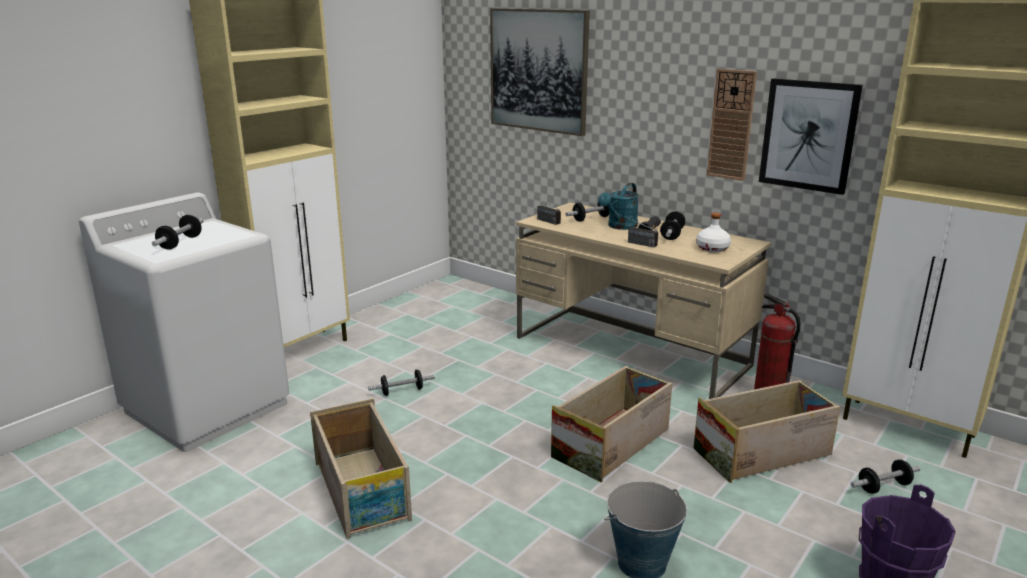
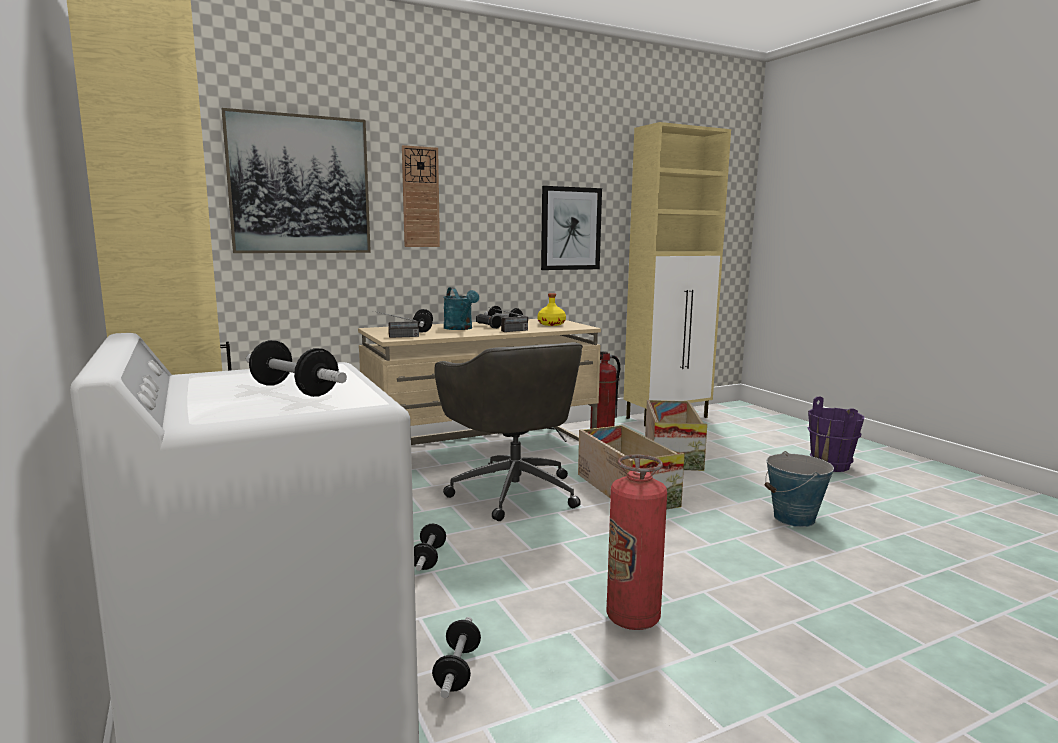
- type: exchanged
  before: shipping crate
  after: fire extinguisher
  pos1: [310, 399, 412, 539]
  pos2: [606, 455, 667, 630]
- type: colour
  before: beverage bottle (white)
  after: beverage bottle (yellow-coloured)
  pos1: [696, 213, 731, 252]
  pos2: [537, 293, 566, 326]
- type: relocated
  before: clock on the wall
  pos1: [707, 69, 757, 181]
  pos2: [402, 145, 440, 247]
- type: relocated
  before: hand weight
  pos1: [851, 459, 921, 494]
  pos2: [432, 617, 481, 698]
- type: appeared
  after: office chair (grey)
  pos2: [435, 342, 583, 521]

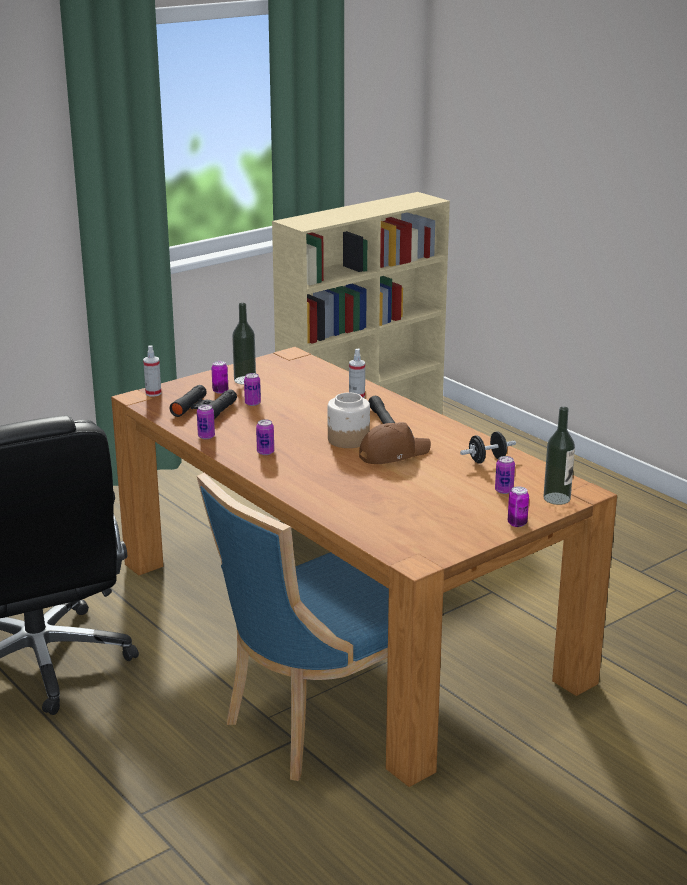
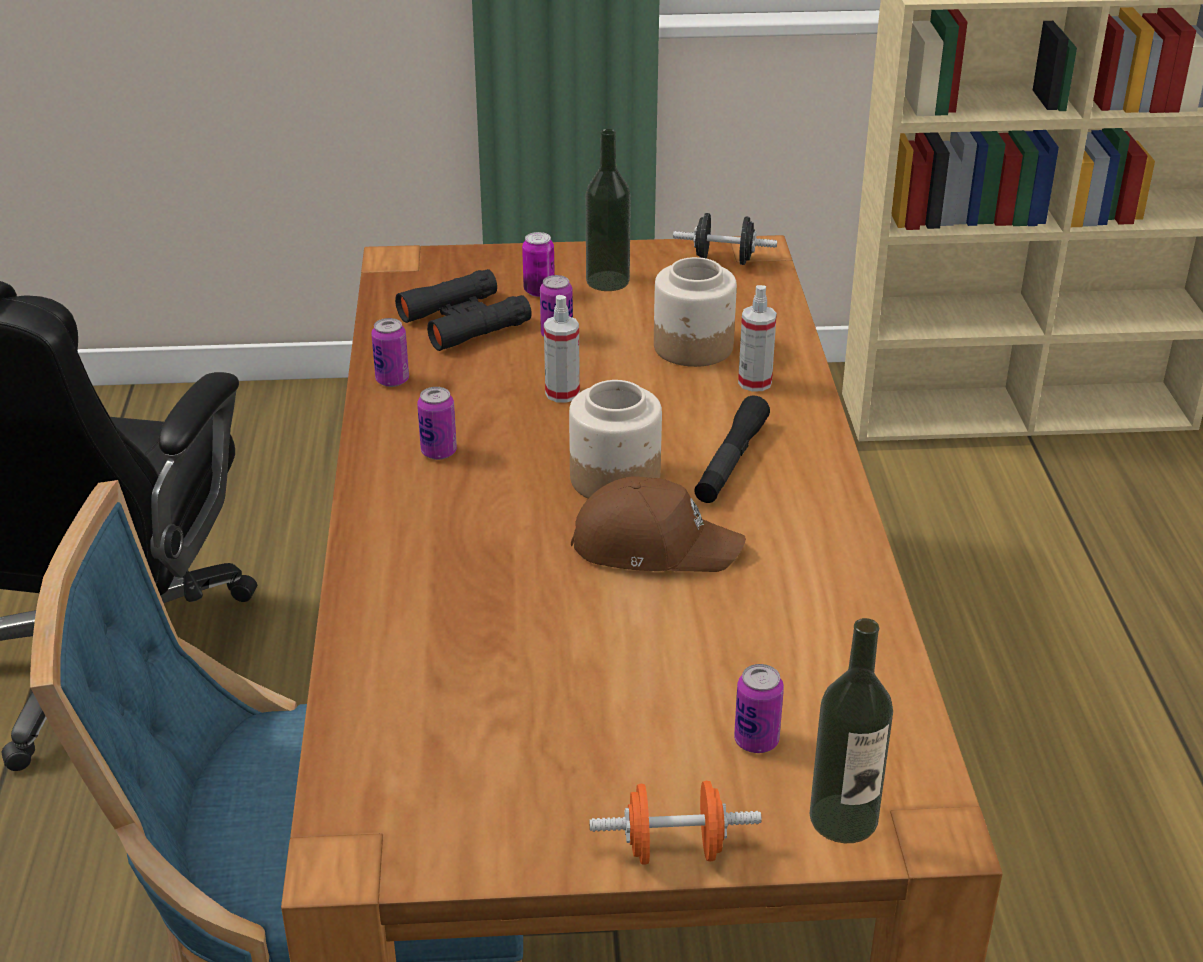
- type: relocated
  before: hand sprayer
  pos1: [143, 346, 161, 397]
  pos2: [544, 295, 580, 402]
- type: relocated
  before: hand weight (blackish)
  pos1: [460, 431, 516, 464]
  pos2: [673, 213, 777, 265]
- type: exchanged
  before: metal can
  after: hand weight (orange-coloured)
  pos1: [508, 486, 529, 527]
  pos2: [589, 781, 762, 865]
- type: appeared
  after: storage jar
  pos2: [654, 257, 737, 367]

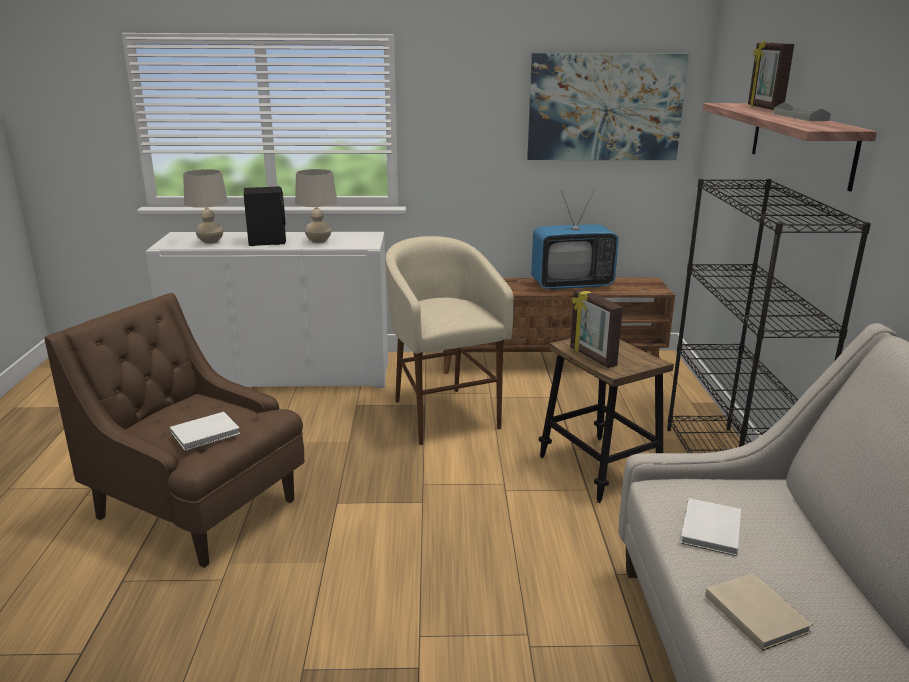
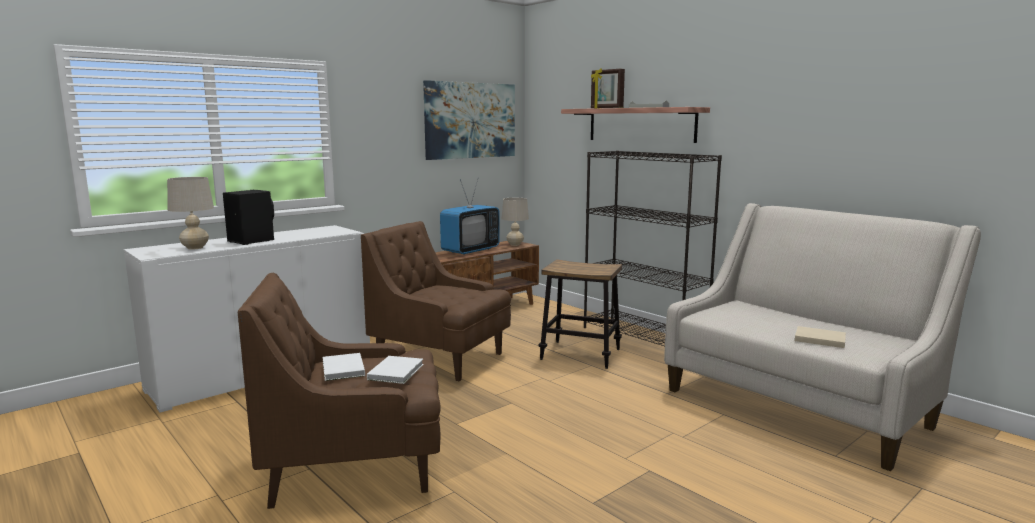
- type: relocated
  before: tabletop lamp (sand-coloured)
  pos1: [295, 169, 337, 243]
  pos2: [502, 198, 529, 246]
- type: exchanged
  before: sitting stool (sand-coloured)
  after: armchair (brown)
  pos1: [386, 236, 514, 445]
  pos2: [361, 221, 511, 381]
- type: missing
  before: photo frame
  pos1: [570, 289, 623, 368]
- type: relocated
  before: book (white)
  pos1: [680, 498, 741, 556]
  pos2: [323, 353, 365, 381]

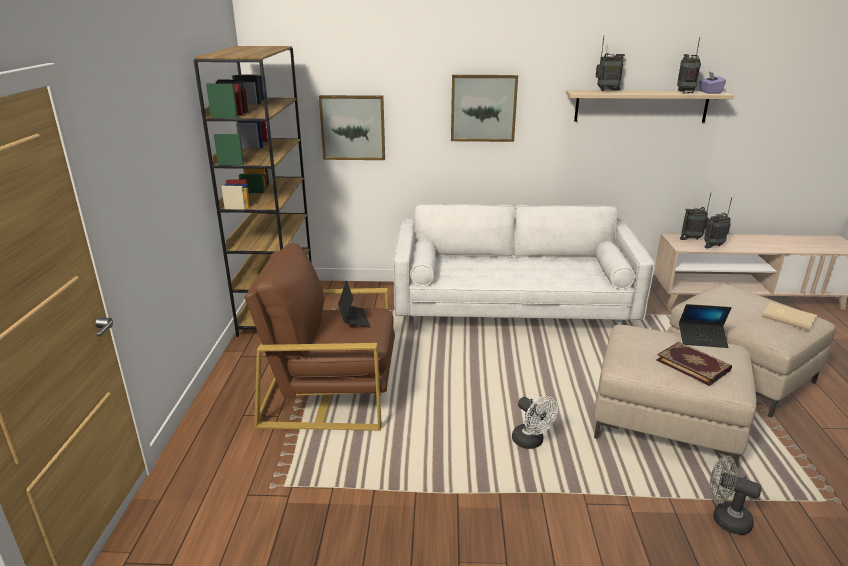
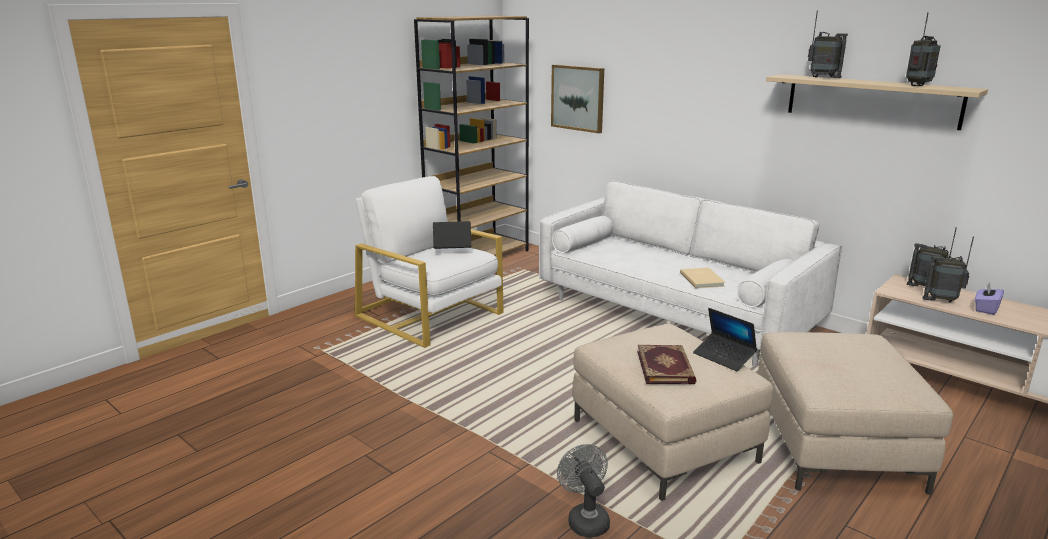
- type: colour
  before: armchair (brown)
  after: armchair (white)
  pos1: [244, 243, 395, 431]
  pos2: [355, 176, 504, 348]
- type: spun
  before: laptop
  pos1: [338, 280, 371, 328]
  pos2: [433, 221, 471, 249]
  turn: -120
- type: missing
  before: wall art
  pos1: [451, 75, 518, 142]
- type: missing
  before: electric fan (white)
  pos1: [512, 396, 558, 449]
- type: relocated
  before: box of tissues (purple-coloured)
  pos1: [699, 72, 726, 94]
  pos2: [975, 282, 1004, 315]
- type: relocated
  before: book (sand-coloured)
  pos1: [762, 302, 817, 331]
  pos2: [680, 268, 725, 288]

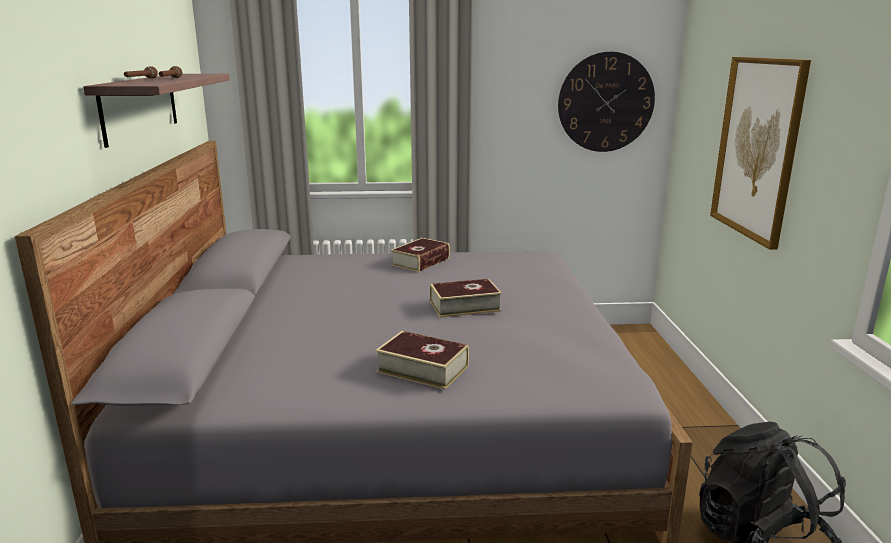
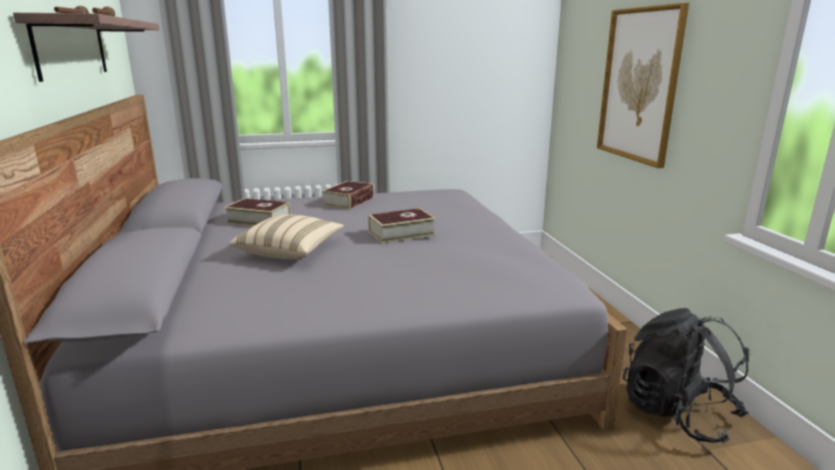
- type: relocated
  before: book
  pos1: [376, 331, 469, 390]
  pos2: [224, 198, 291, 226]
- type: missing
  before: clock on the wall
  pos1: [558, 52, 655, 152]
- type: appeared
  after: pillow (sand-coloured)
  pos2: [229, 214, 344, 259]

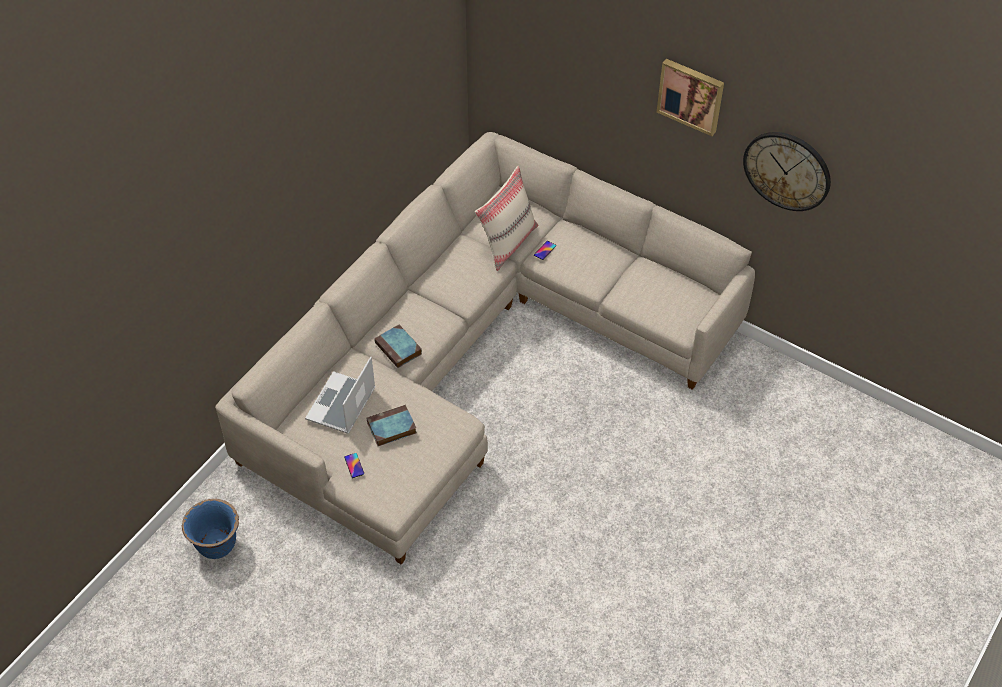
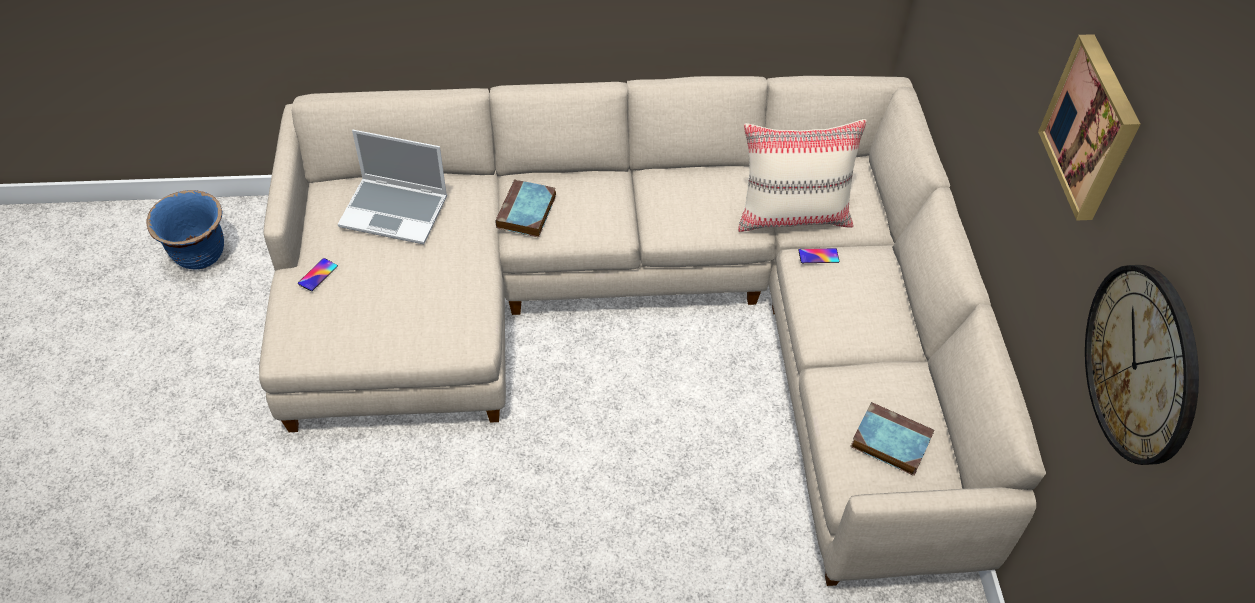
- type: spun
  before: laptop
  pos1: [305, 356, 376, 434]
  pos2: [338, 130, 447, 244]
  turn: -150
- type: relocated
  before: book
  pos1: [367, 405, 417, 446]
  pos2: [850, 402, 935, 476]

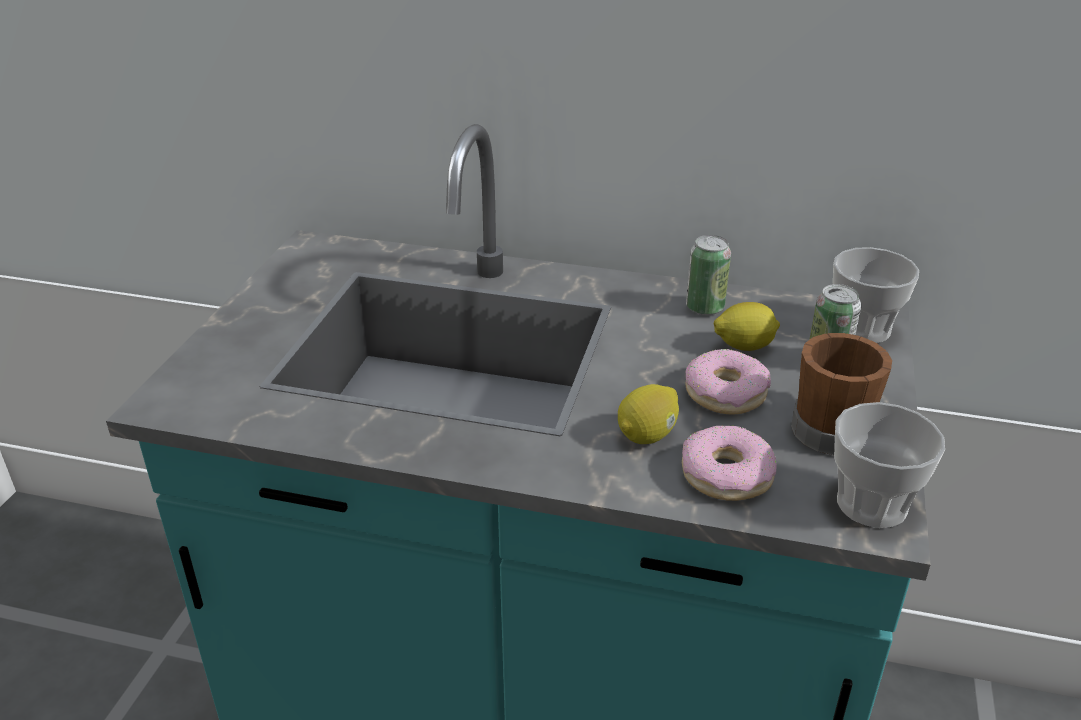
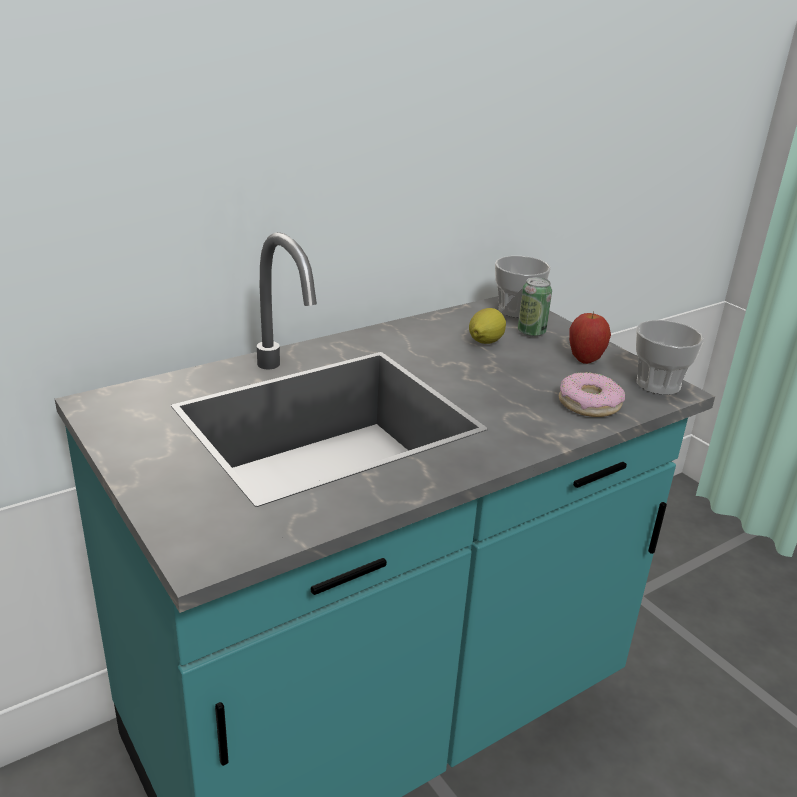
- type: missing
  before: lemon
  pos1: [618, 384, 679, 444]
- type: missing
  before: donut
  pos1: [685, 349, 771, 415]
- type: missing
  before: metal can
  pos1: [686, 235, 731, 315]
- type: exchanged
  before: tea mug (brown)
  after: whole apple
  pos1: [791, 333, 892, 455]
  pos2: [569, 311, 611, 364]

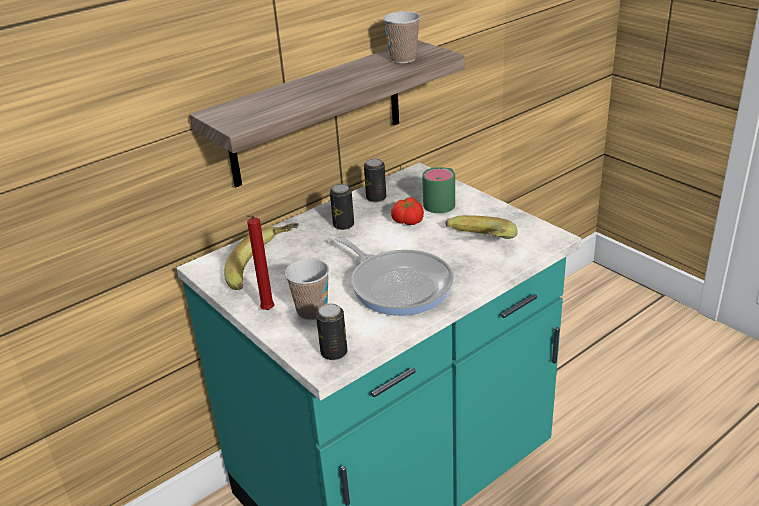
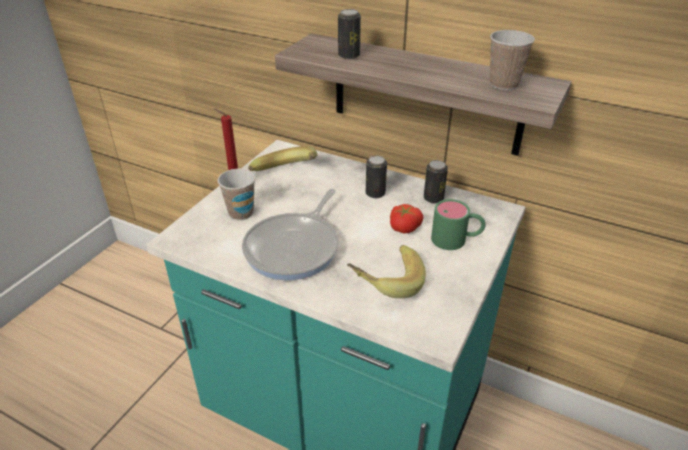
- type: relocated
  before: metal can
  pos1: [316, 303, 348, 360]
  pos2: [338, 9, 361, 59]

